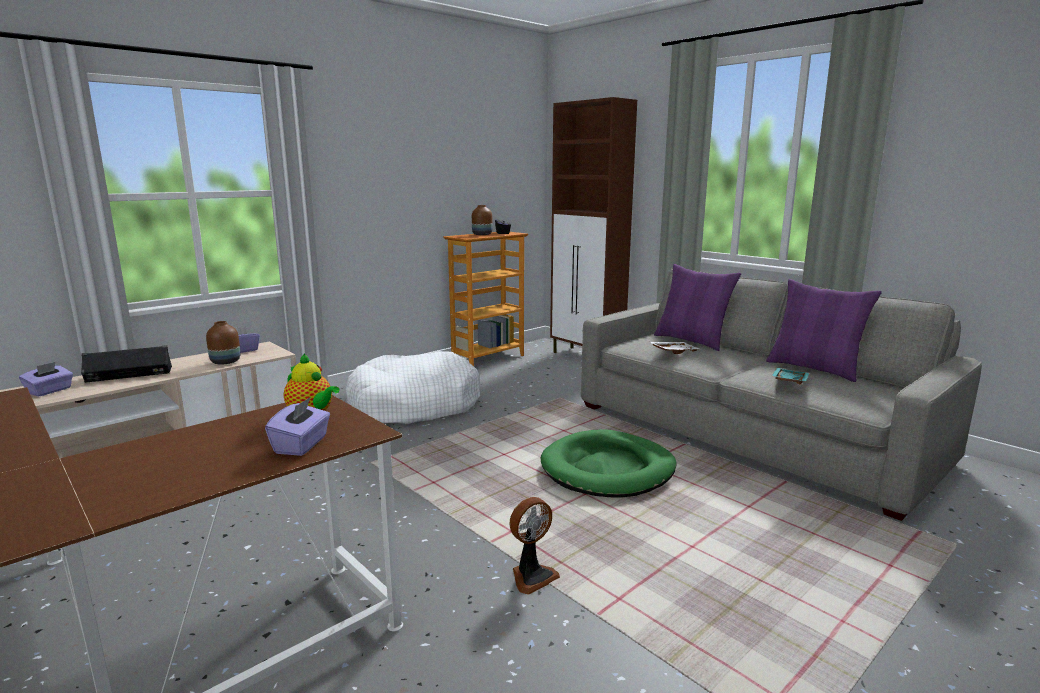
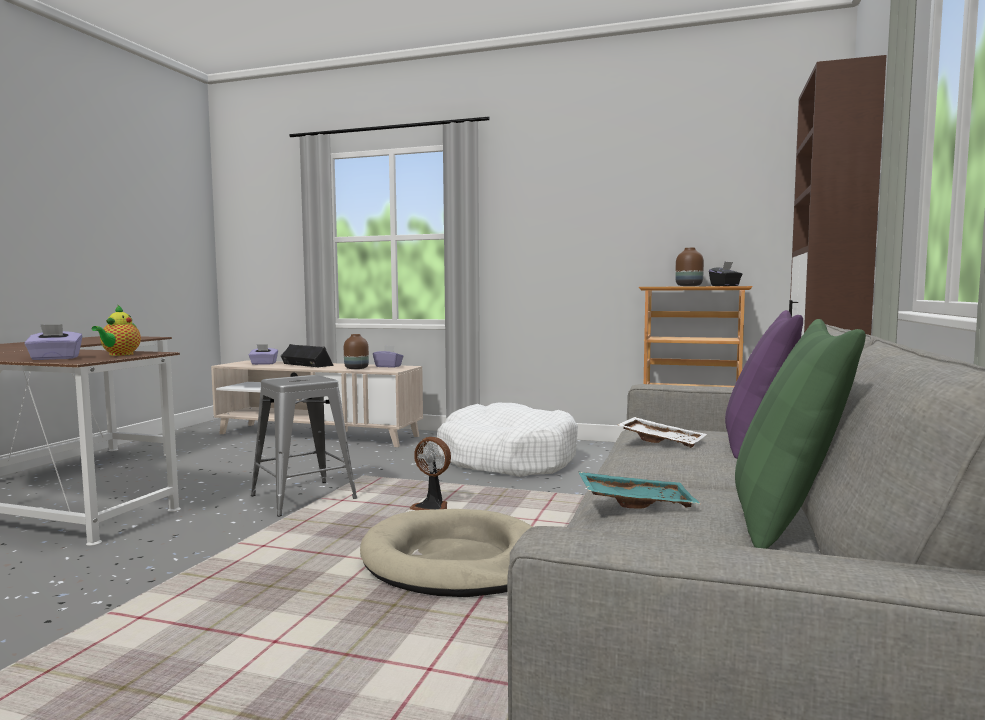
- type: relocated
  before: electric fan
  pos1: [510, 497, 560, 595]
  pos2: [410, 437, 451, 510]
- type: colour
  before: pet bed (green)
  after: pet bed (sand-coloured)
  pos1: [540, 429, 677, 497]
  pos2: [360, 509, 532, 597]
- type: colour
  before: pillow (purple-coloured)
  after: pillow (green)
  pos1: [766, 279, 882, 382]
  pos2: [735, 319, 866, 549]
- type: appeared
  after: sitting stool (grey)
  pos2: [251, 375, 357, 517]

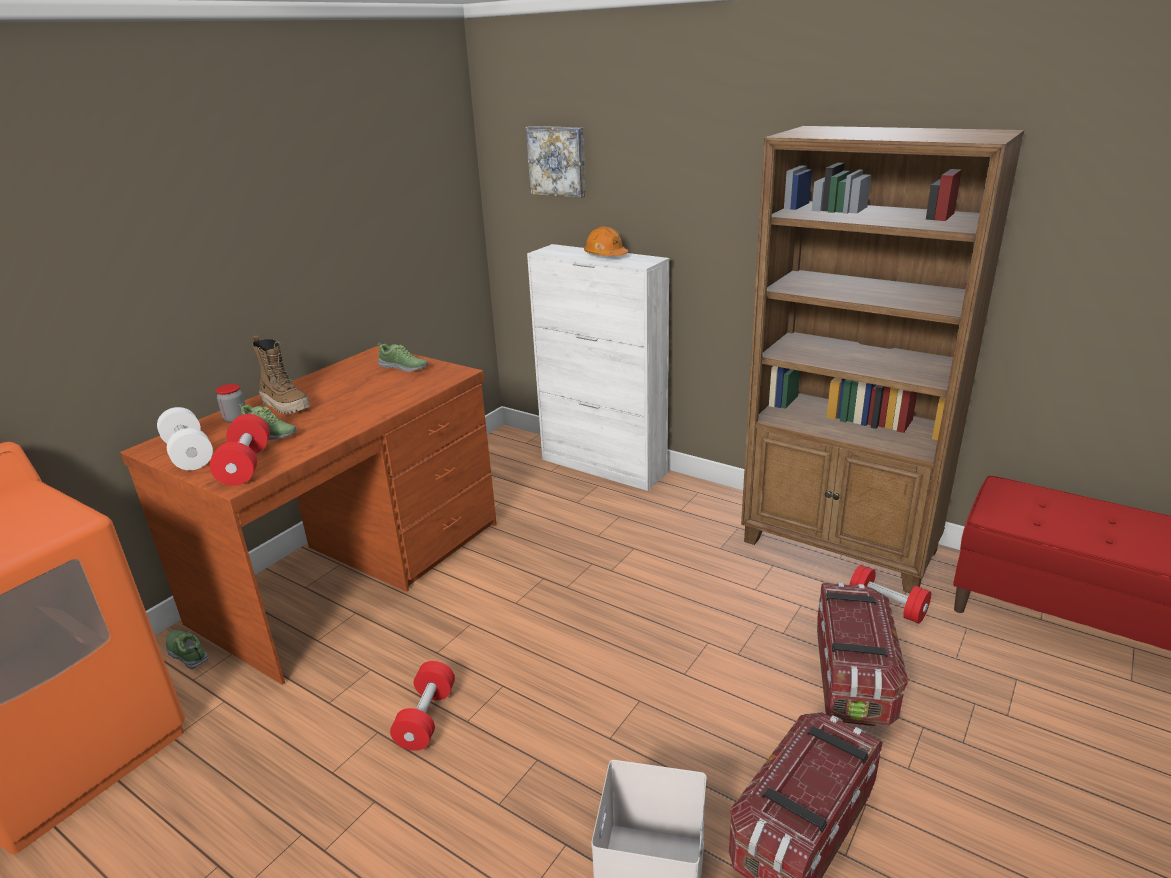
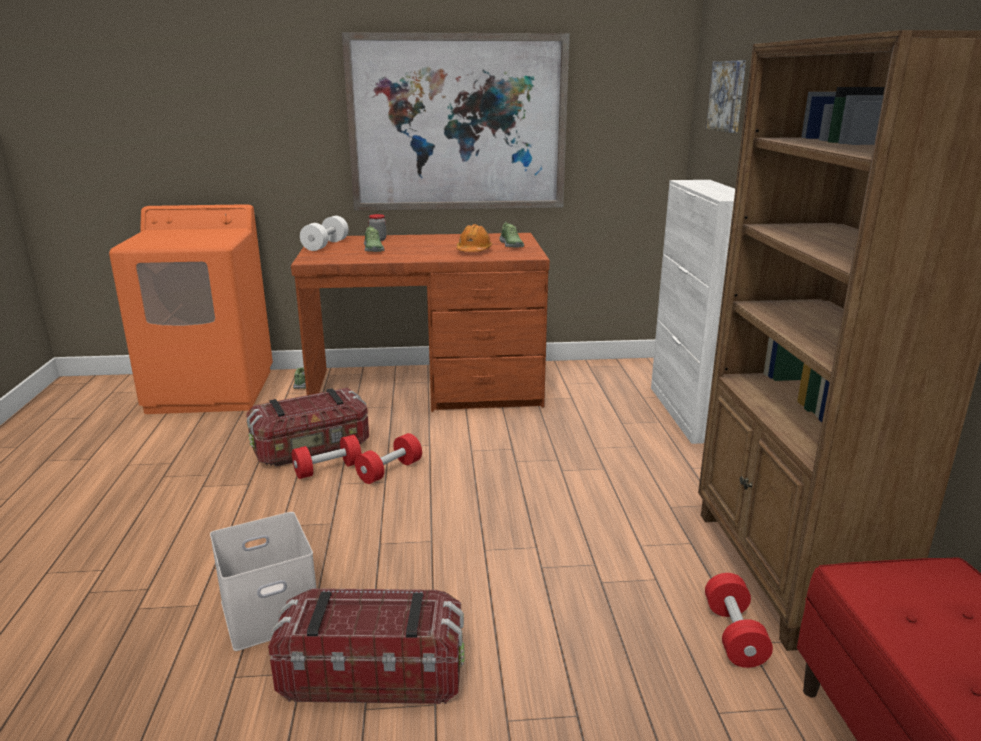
- type: relocated
  before: hand weight (reddish)
  pos1: [210, 414, 270, 486]
  pos2: [355, 433, 422, 484]
- type: missing
  before: boot
  pos1: [252, 336, 310, 414]
- type: relocated
  before: safety helmet (orange-coloured)
  pos1: [584, 227, 629, 256]
  pos2: [456, 224, 492, 252]
- type: relocated
  before: storage bin
  pos1: [817, 582, 908, 726]
  pos2: [246, 388, 369, 466]
- type: appeared
  after: wall art
  pos2: [342, 32, 570, 211]

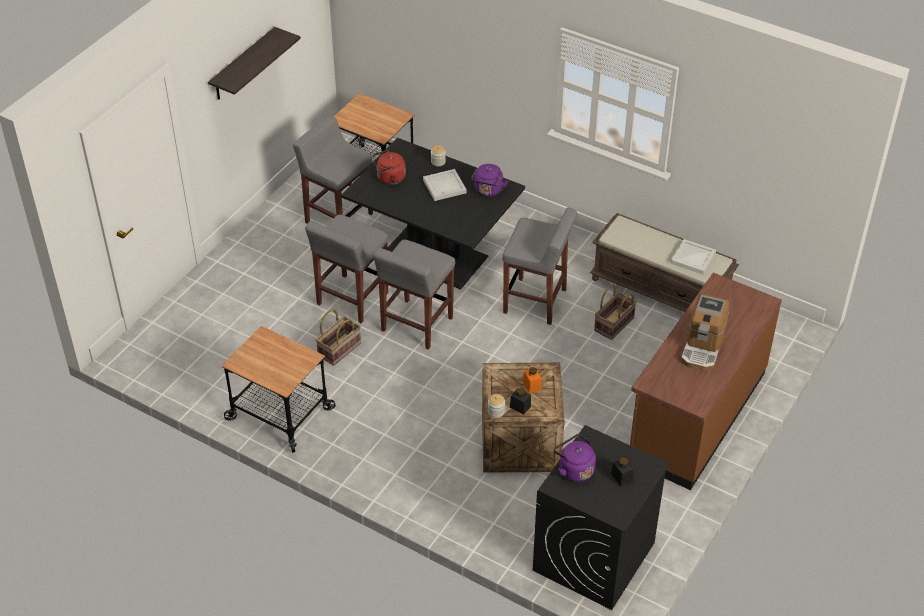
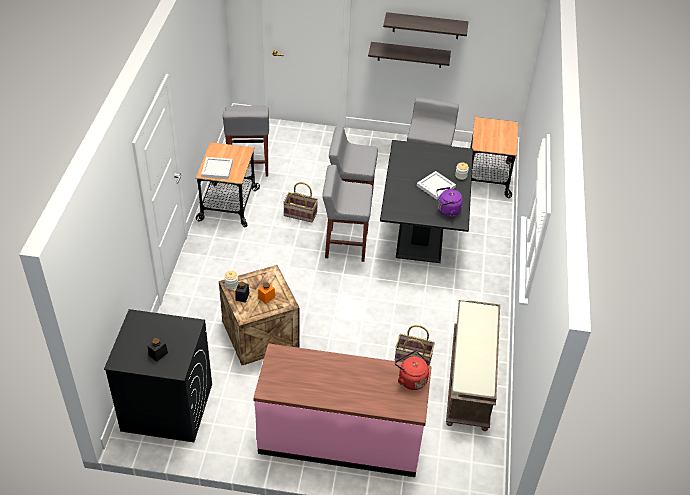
- type: relocated
  before: water kettle (reddish)
  pos1: [373, 150, 406, 185]
  pos2: [395, 351, 429, 390]
- type: relocated
  before: sitting stool (grey)
  pos1: [502, 207, 577, 325]
  pos2: [223, 105, 269, 176]
- type: missing
  before: water kettle (purple-coloured)
  pos1: [554, 434, 596, 482]
- type: colour
  before: kitchen counter (brown)
  after: kitchen counter (pink)
  pos1: [630, 273, 782, 490]
  pos2: [253, 343, 432, 477]
- type: relocated
  before: serving tray (white)
  pos1: [671, 239, 716, 274]
  pos2: [201, 157, 233, 179]
- type: missing
  before: coffee brewer
  pos1: [681, 293, 730, 371]
- type: appeared
  after: shelf
  pos2: [368, 42, 451, 68]

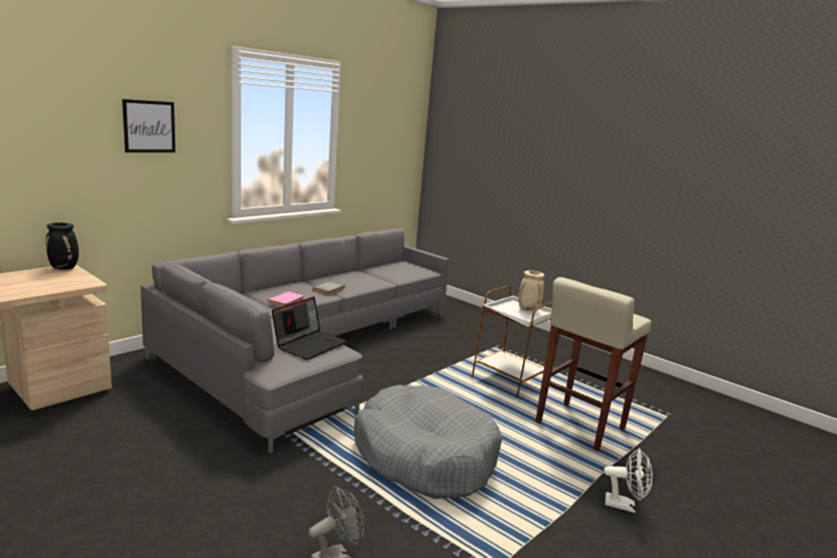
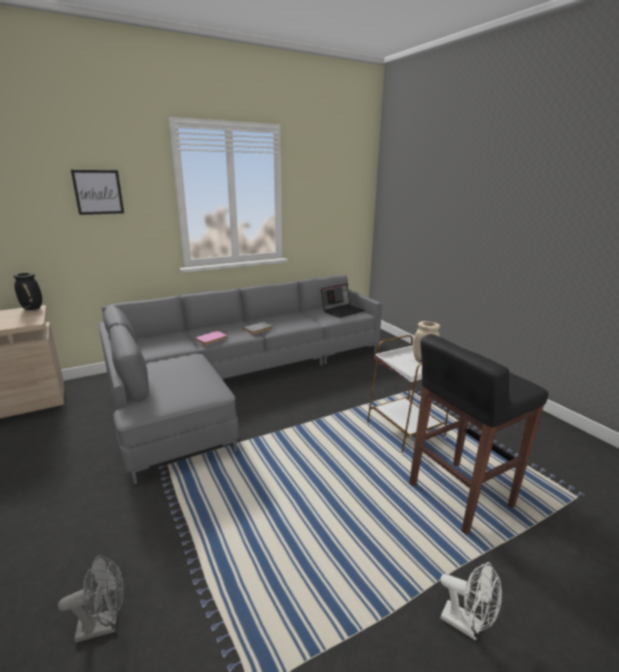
- type: relocated
  before: laptop
  pos1: [272, 297, 347, 360]
  pos2: [321, 283, 365, 318]
- type: missing
  before: pet bed (grey)
  pos1: [354, 385, 502, 499]
- type: colour
  before: sitting stool (sand-coloured)
  after: sitting stool (blackish)
  pos1: [535, 277, 652, 451]
  pos2: [409, 334, 548, 534]

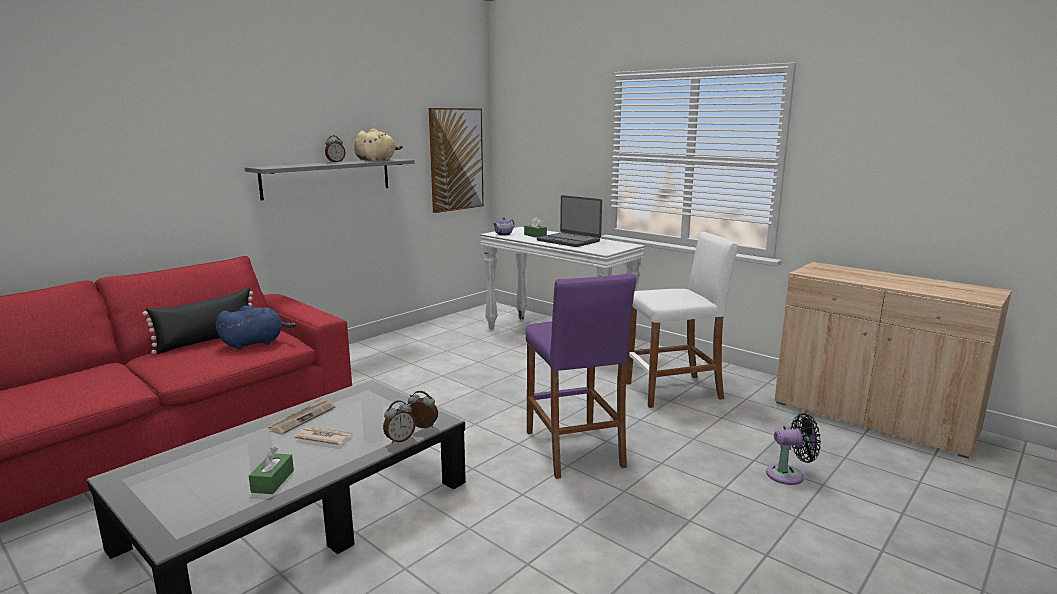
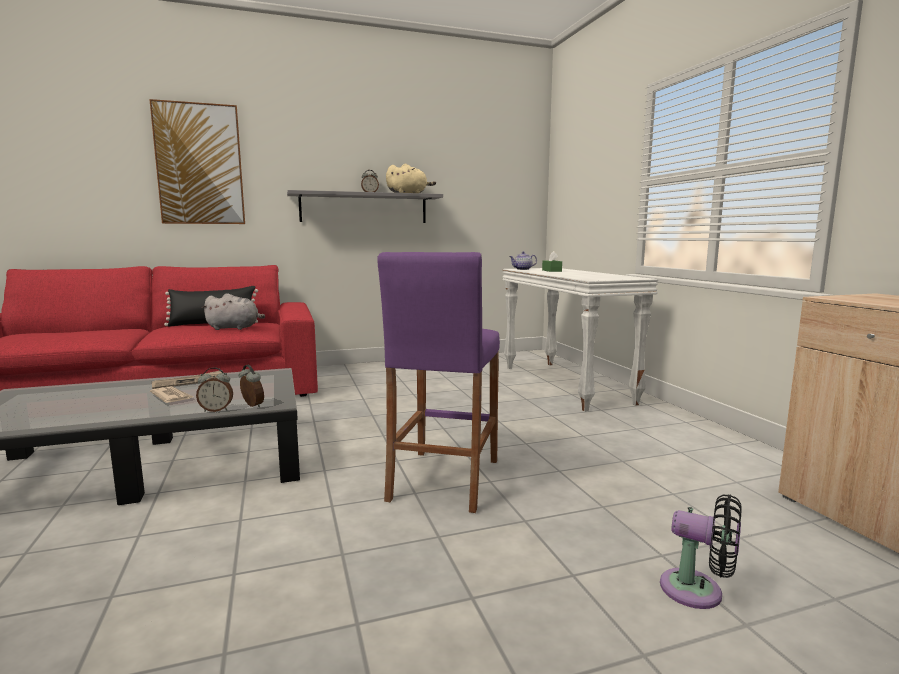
- type: colour
  before: cuddly toy (blue)
  after: cuddly toy (grey)
  pos1: [216, 306, 296, 349]
  pos2: [202, 293, 265, 330]
- type: missing
  before: box of tissues (green)
  pos1: [249, 447, 294, 494]
- type: relocated
  before: wall art
  pos1: [429, 108, 484, 213]
  pos2: [149, 99, 245, 224]
- type: missing
  before: laptop
  pos1: [537, 195, 602, 247]
- type: missing
  before: sitting stool (white)
  pos1: [626, 231, 738, 408]

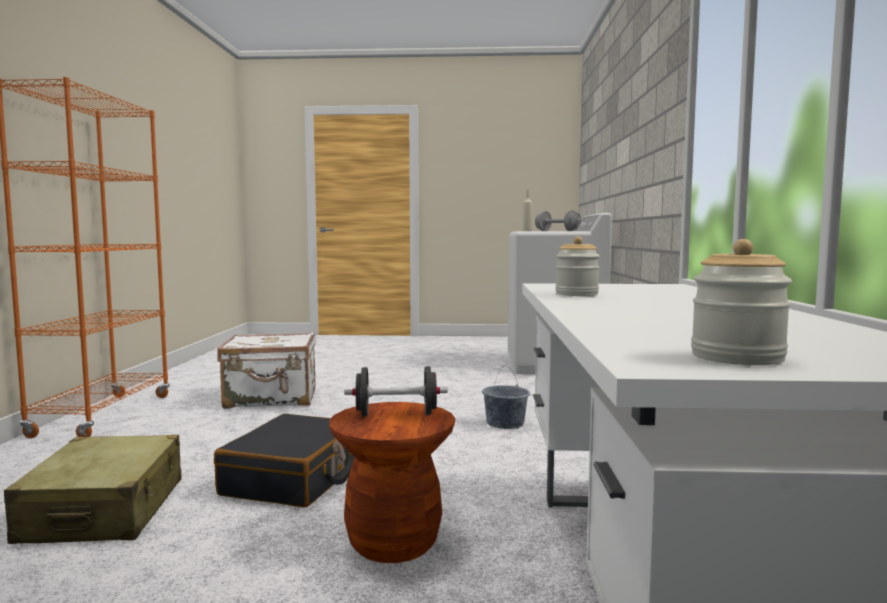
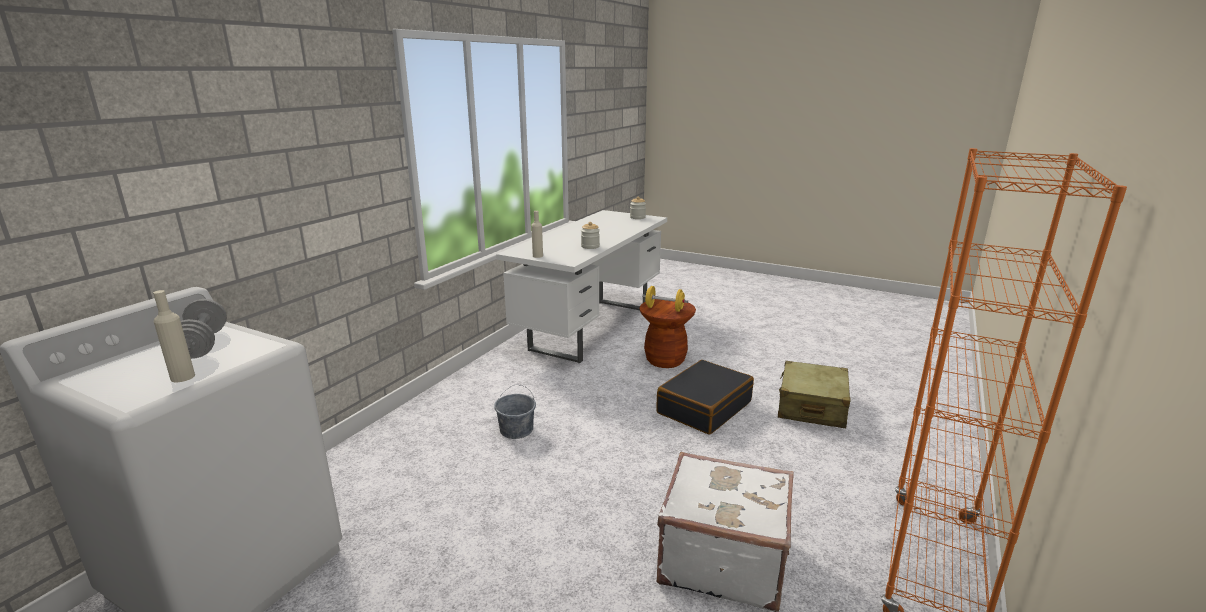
- type: colour
  before: hand weight (blackish)
  after: hand weight (yellow-coloured)
  pos1: [344, 366, 448, 417]
  pos2: [642, 286, 688, 312]
- type: appeared
  after: beverage bottle (sand-coloured)
  pos2: [531, 211, 543, 258]

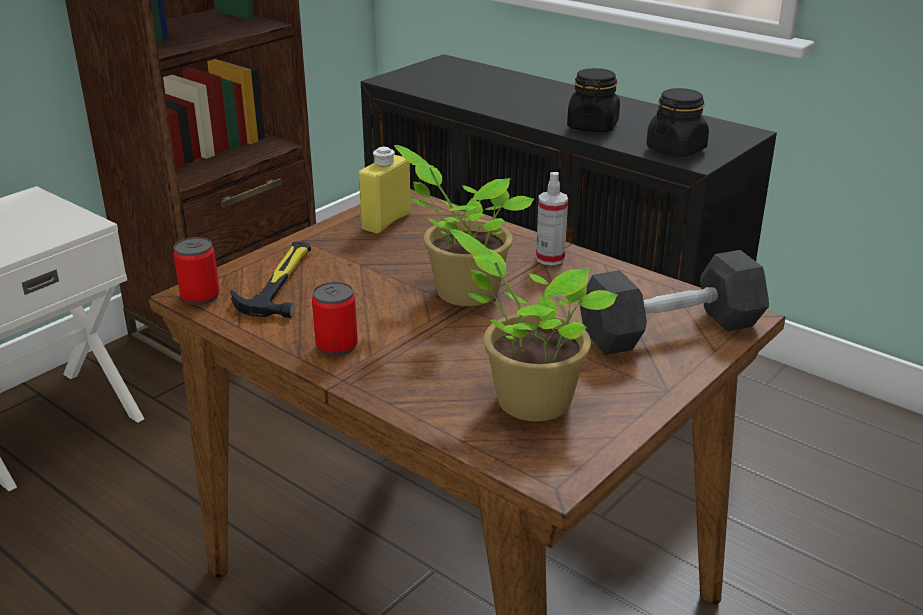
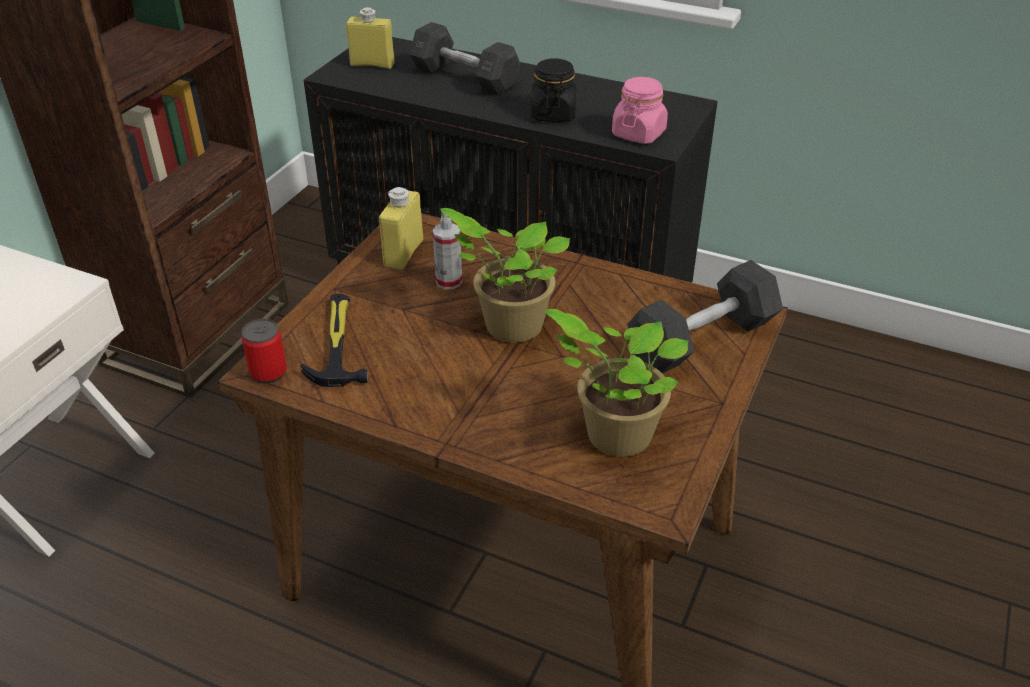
- type: missing
  before: metal can
  pos1: [312, 282, 358, 356]
- type: relocated
  before: hand sprayer
  pos1: [536, 172, 568, 265]
  pos2: [433, 211, 462, 290]
- type: colour
  before: storage jar (blackish)
  after: storage jar (pink)
  pos1: [646, 88, 709, 157]
  pos2: [612, 77, 668, 144]
- type: appeared
  after: beverage bottle (yellow-coloured)
  pos2: [346, 7, 394, 69]
- type: appeared
  after: hand weight (grey)
  pos2: [409, 22, 520, 96]

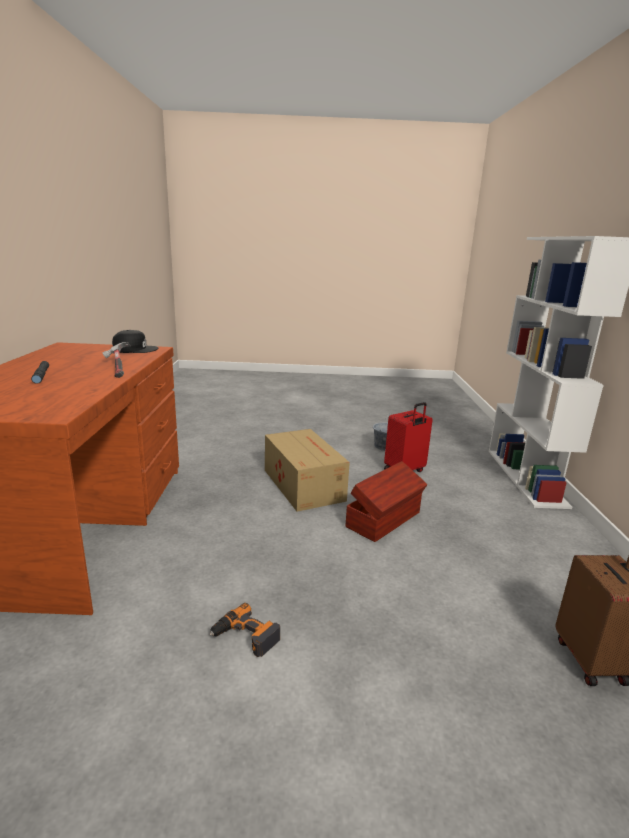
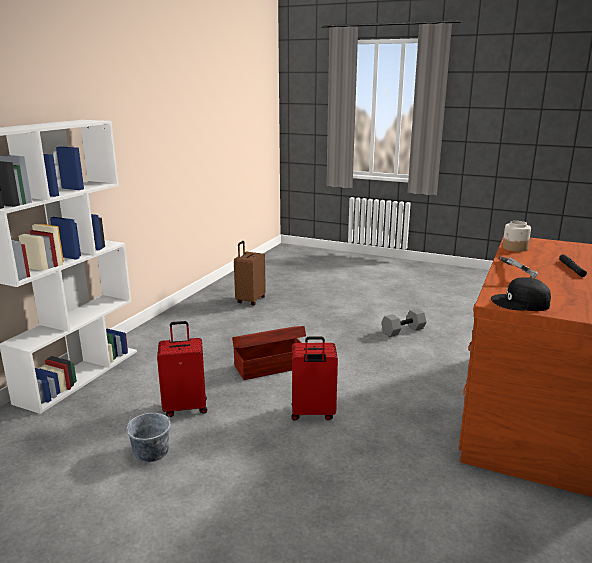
- type: exchanged
  before: power drill
  after: hand weight (grey)
  pos1: [209, 603, 280, 657]
  pos2: [381, 309, 427, 337]
- type: exchanged
  before: carton
  after: suitcase (reddish)
  pos1: [265, 429, 350, 512]
  pos2: [291, 337, 338, 421]
- type: appeared
  after: storage jar
  pos2: [502, 221, 531, 252]

